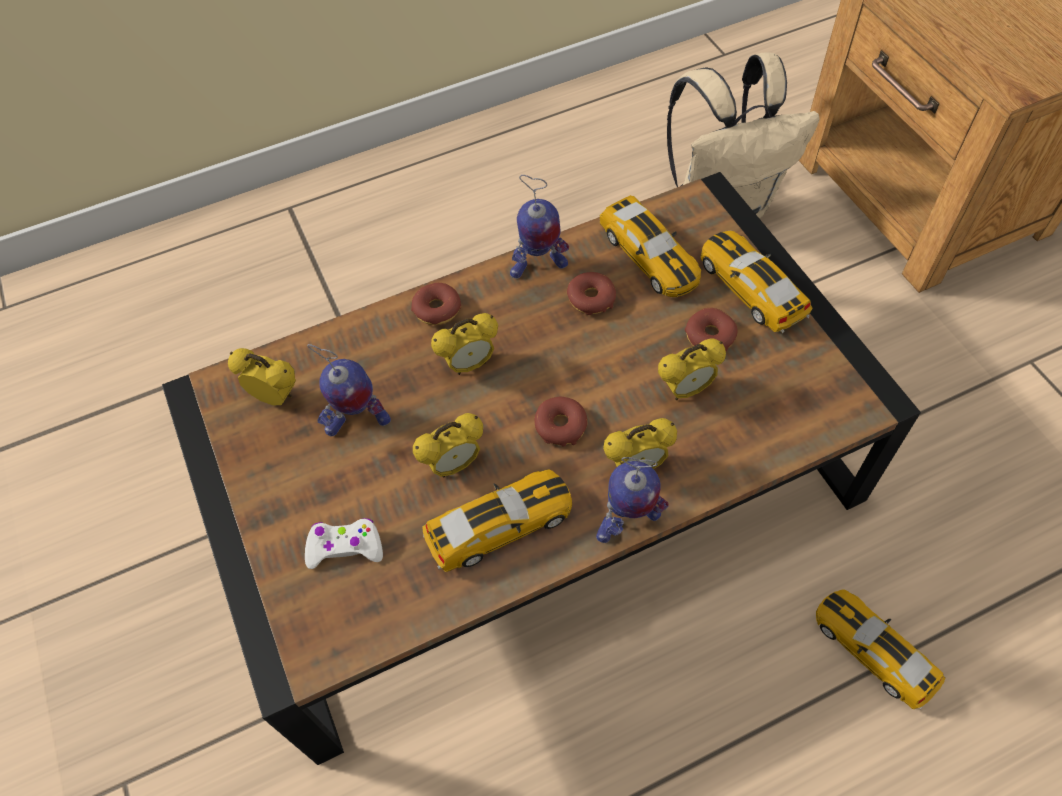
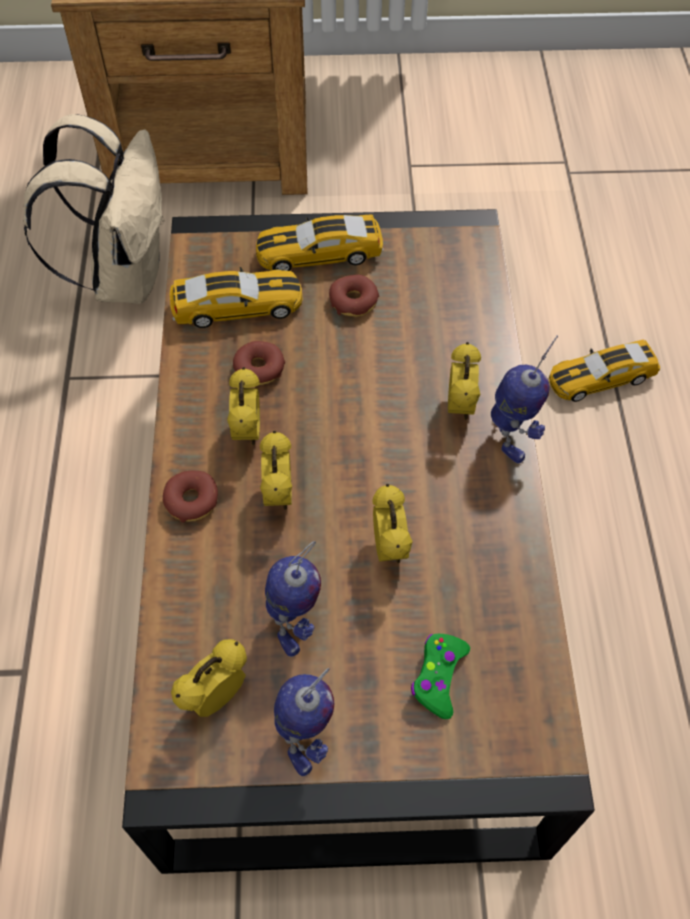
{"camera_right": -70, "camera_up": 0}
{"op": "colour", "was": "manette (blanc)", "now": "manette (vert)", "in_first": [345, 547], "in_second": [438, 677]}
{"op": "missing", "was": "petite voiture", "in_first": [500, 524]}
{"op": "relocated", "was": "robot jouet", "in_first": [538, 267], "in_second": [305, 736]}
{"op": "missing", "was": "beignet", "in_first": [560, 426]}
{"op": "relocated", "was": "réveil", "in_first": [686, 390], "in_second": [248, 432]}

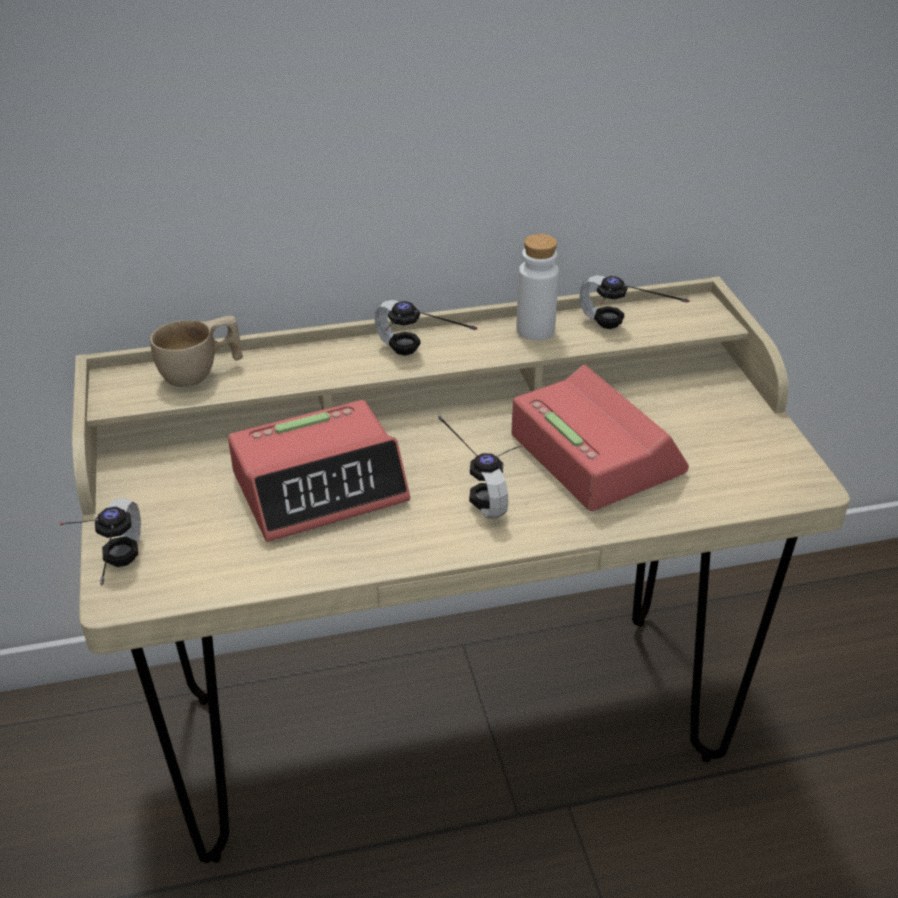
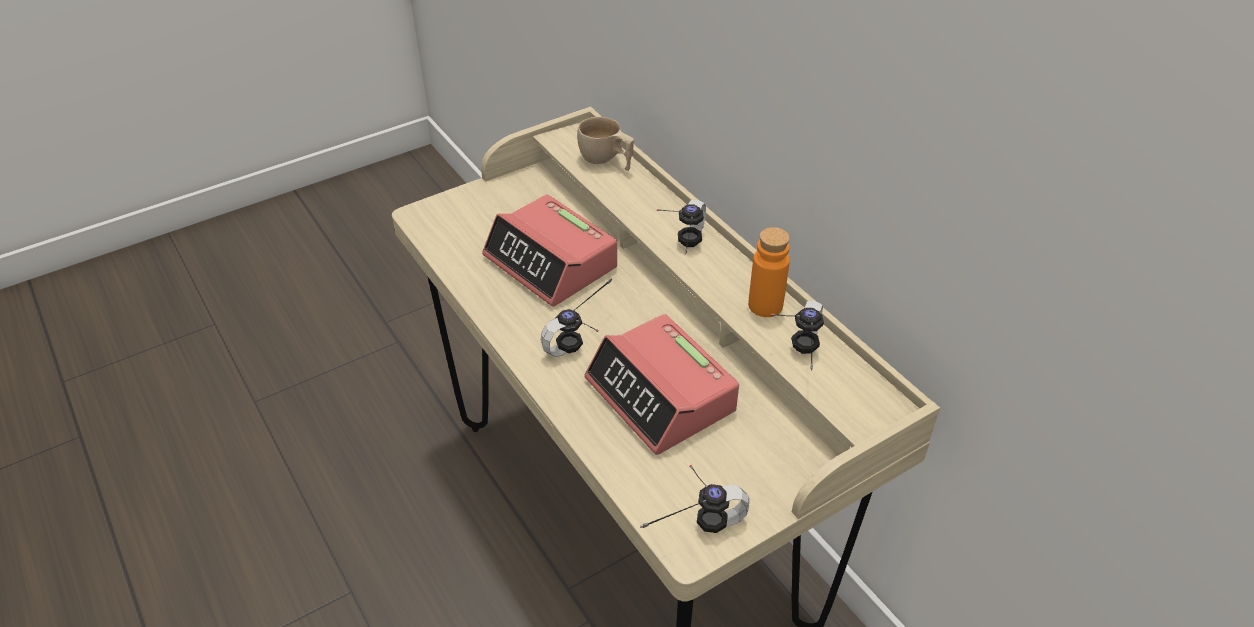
{"camera_right": 70, "camera_up": 5}
{"op": "relocated", "was": "casque audio", "in_first": [103, 575], "in_second": [689, 520]}
{"op": "spun", "was": "réveil", "in_first": [595, 454], "in_second": [661, 396], "clockwise": 105}
{"op": "colour", "was": "bouteille (blanc)", "now": "bouteille (orange)", "in_first": [535, 330], "in_second": [765, 305]}

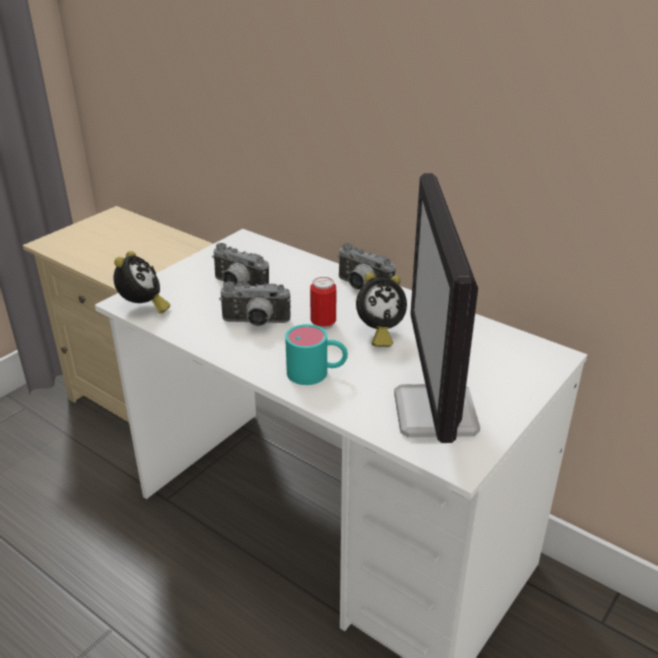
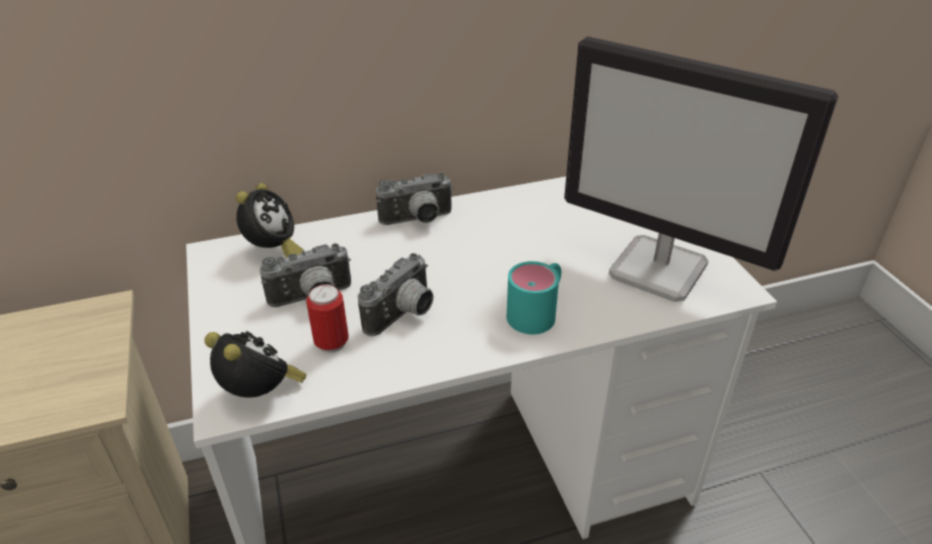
{"camera_right": -55, "camera_up": 5}
{"op": "relocated", "was": "boîte métallique", "in_first": [323, 324], "in_second": [331, 343]}
{"op": "relocated", "was": "réveil", "in_first": [378, 333], "in_second": [273, 251]}

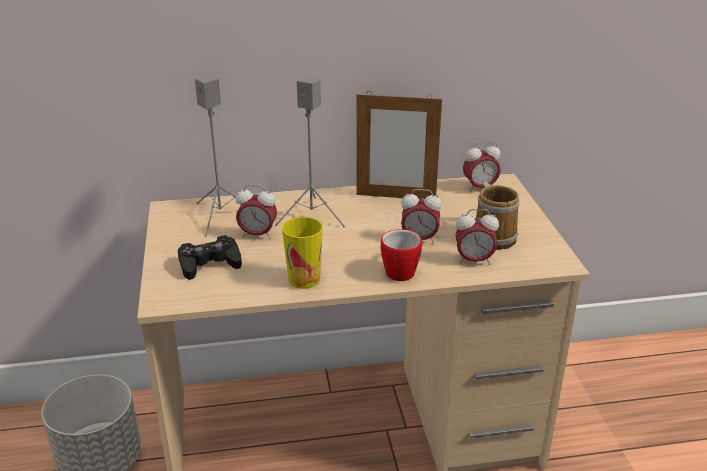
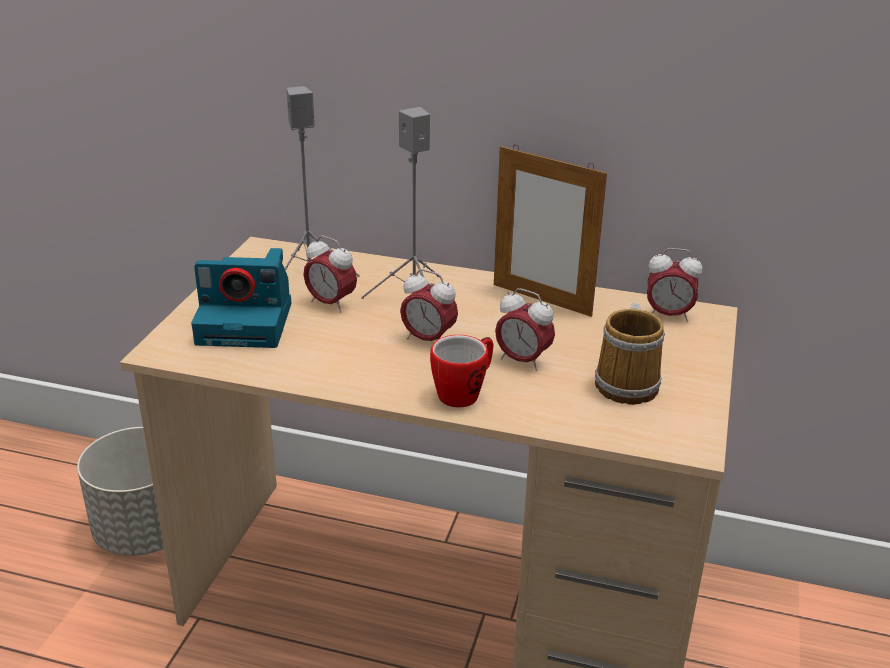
{"camera_right": 25, "camera_up": 0}
{"op": "exchanged", "was": "manette (noir)", "now": "appareil photo", "in_first": [209, 264], "in_second": [247, 323]}
{"op": "missing", "was": "tasse", "in_first": [304, 279]}
{"op": "relocated", "was": "réveil", "in_first": [474, 261], "in_second": [428, 340]}

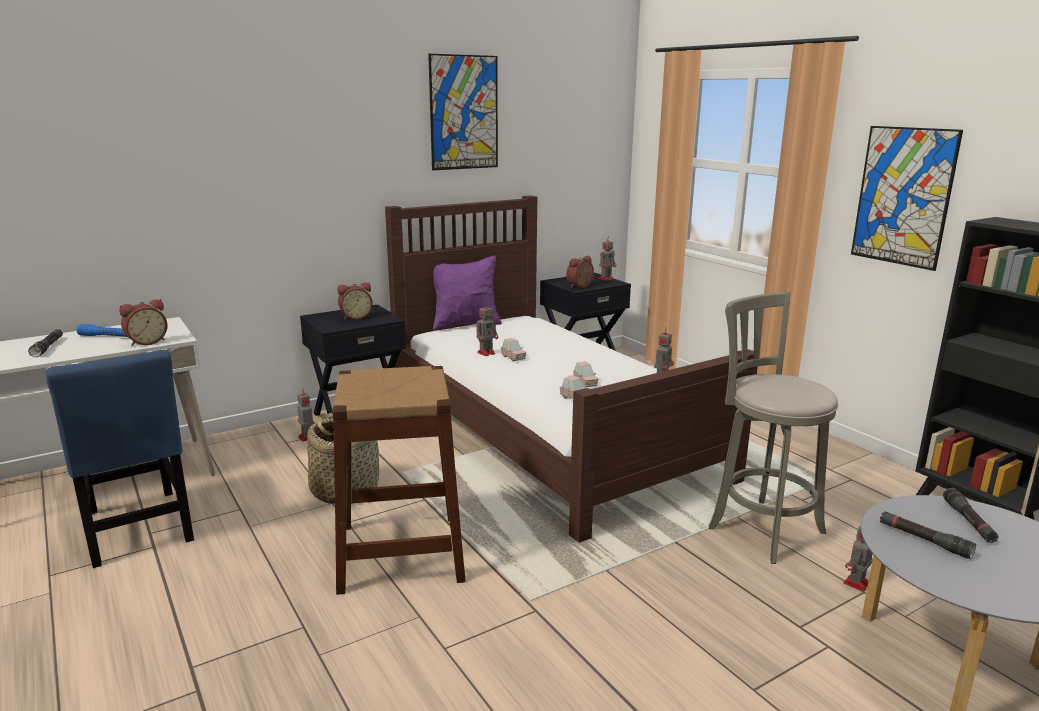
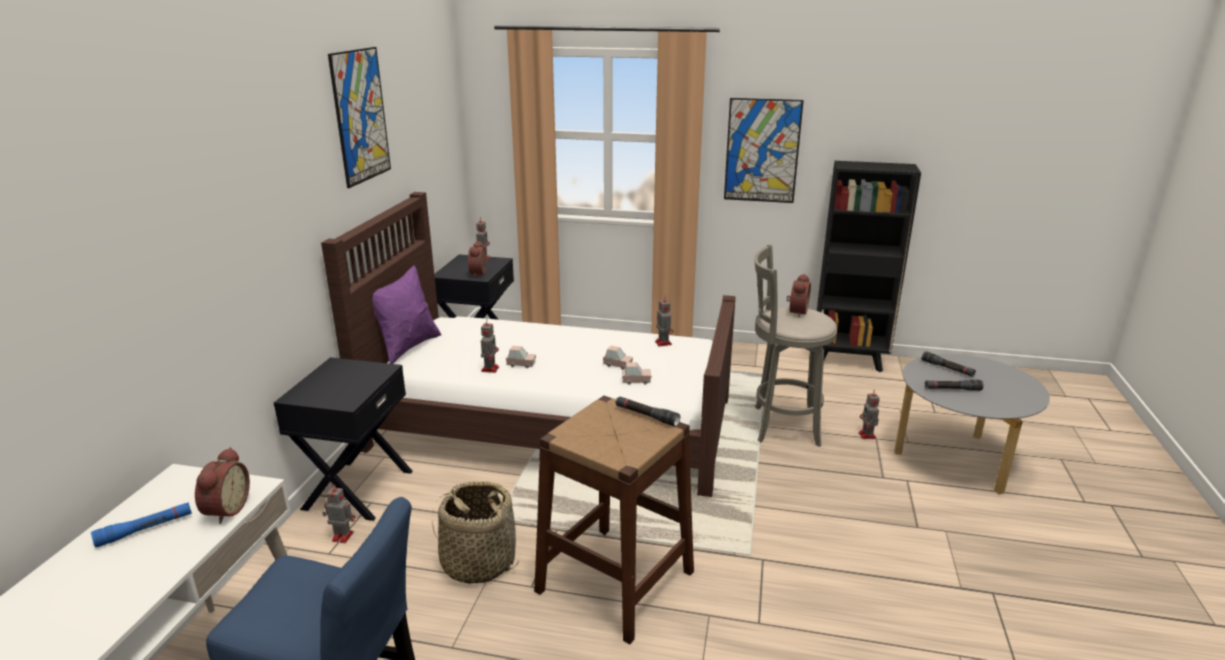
{"camera_right": -45, "camera_up": 5}
{"op": "relocated", "was": "lampe de poche (noir)", "in_first": [48, 347], "in_second": [646, 416]}
{"op": "relocated", "was": "réveil", "in_first": [355, 317], "in_second": [796, 312]}

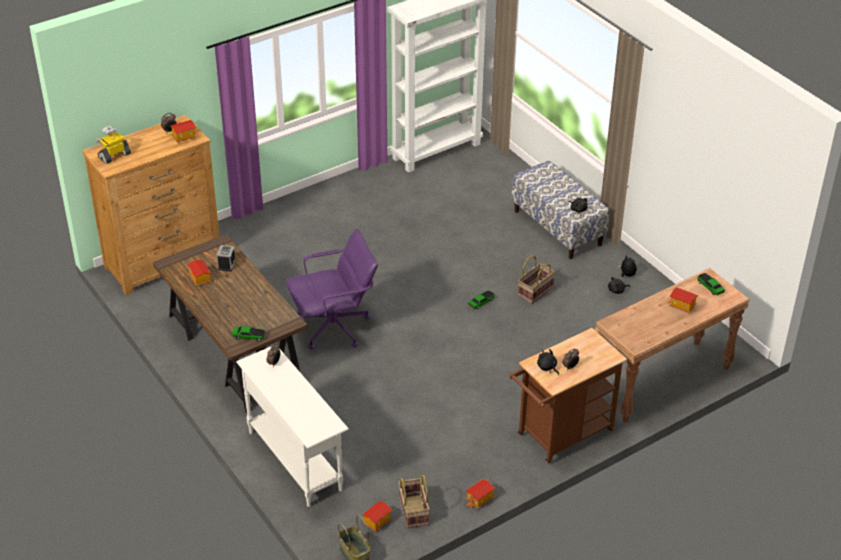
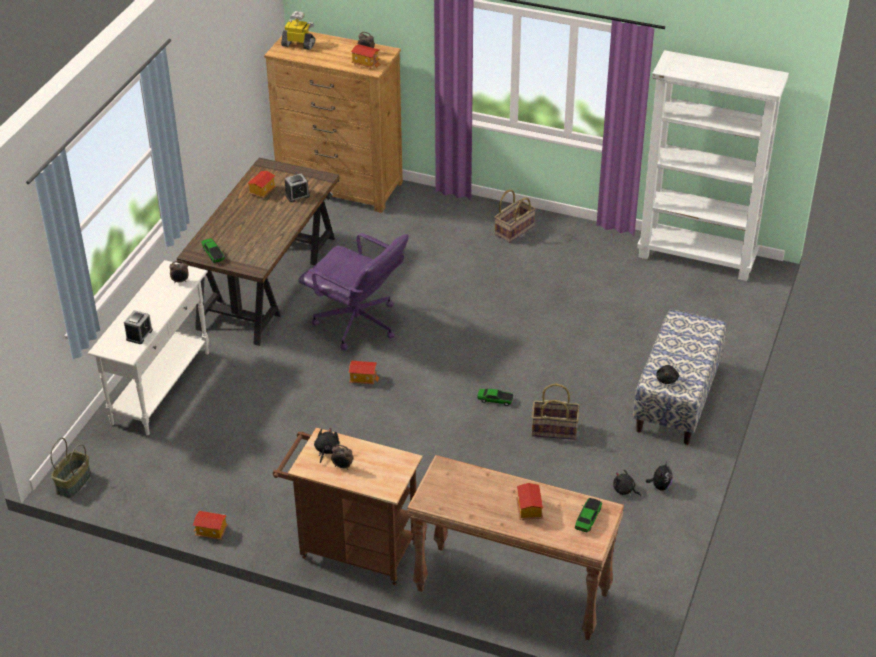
{"camera_right": 55, "camera_up": 0}
{"op": "relocated", "was": "maison miniature", "in_first": [377, 522], "in_second": [363, 378]}
{"op": "relocated", "was": "panier", "in_first": [413, 511], "in_second": [514, 230]}
{"op": "appeared", "now": "réveil", "in_second": [139, 335]}

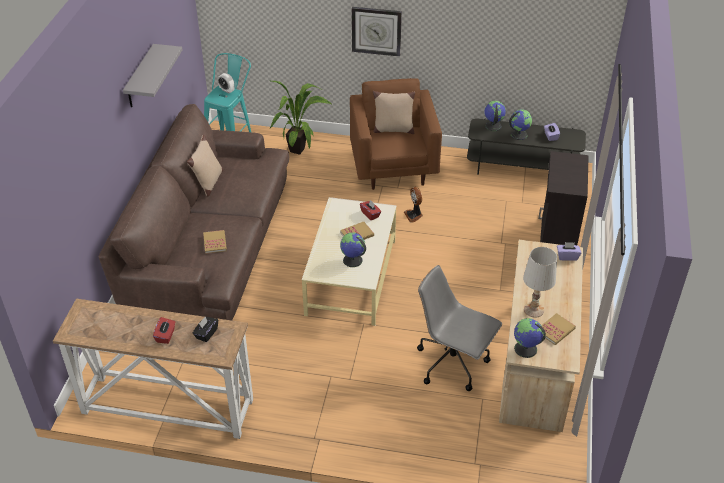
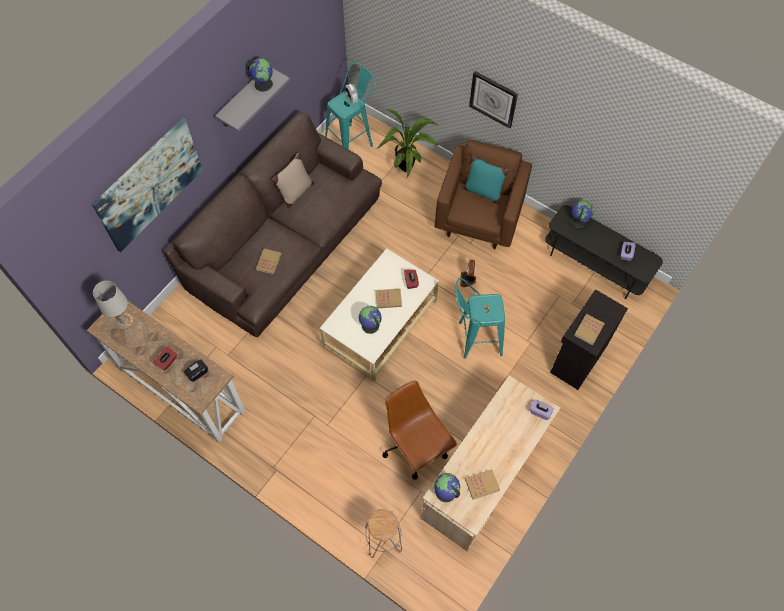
{"camera_right": 25, "camera_up": 20}
{"op": "colour", "was": "coussin (beige)", "now": "coussin (turquoise)", "in_first": [393, 129], "in_second": [483, 191]}
{"op": "colour", "was": "chaise de bureau (gris)", "now": "chaise de bureau (marron)", "in_first": [453, 364], "in_second": [416, 447]}
{"op": "relocated", "was": "globe", "in_first": [518, 134], "in_second": [263, 84]}
{"op": "relocated", "was": "lampe de table (blanc)", "in_first": [533, 310], "in_second": [124, 321]}
{"op": "appeared", "now": "tableau", "in_second": [149, 185]}
{"op": "appeared", "now": "tabouret (gris)", "in_second": [383, 539]}
{"op": "appeared", "now": "tabouret (turquoise)", "in_second": [474, 339]}
{"op": "appeared", "now": "livre", "in_second": [589, 330]}

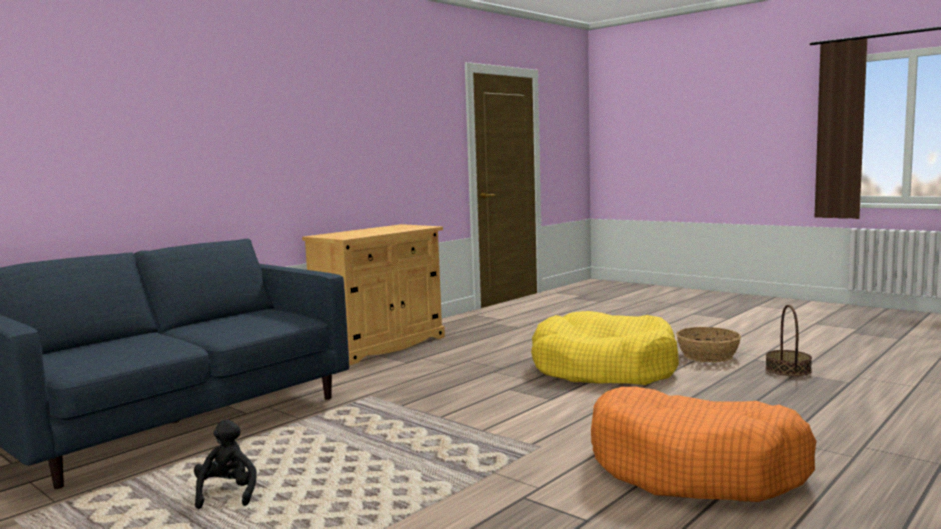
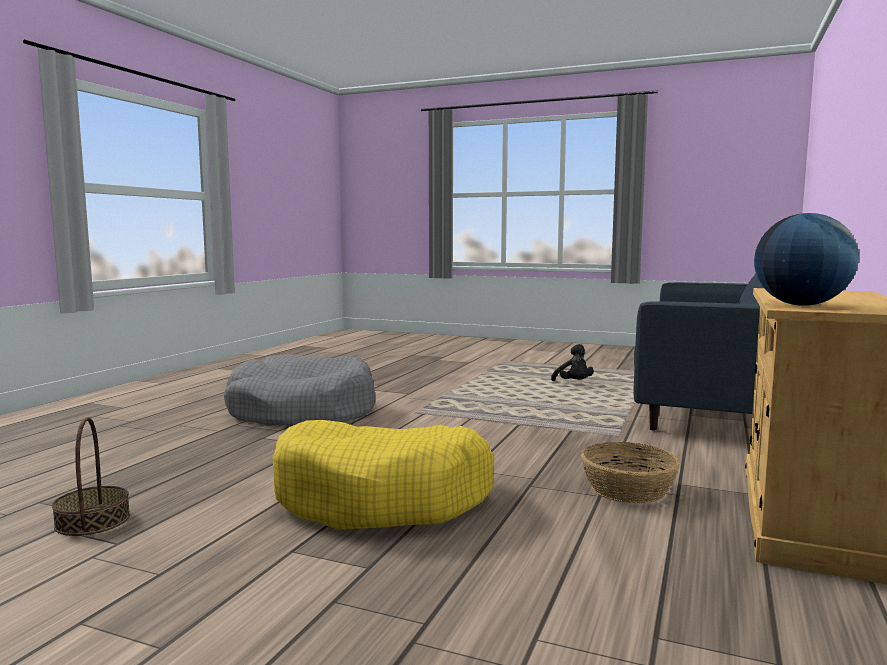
{"camera_right": 160, "camera_up": 0}
{"op": "colour", "was": "panier pour chien (orange)", "now": "panier pour chien (gris)", "in_first": [695, 468], "in_second": [302, 411]}
{"op": "relocated", "was": "panier", "in_first": [707, 356], "in_second": [628, 490]}
{"op": "appeared", "now": "globe", "in_second": [801, 305]}

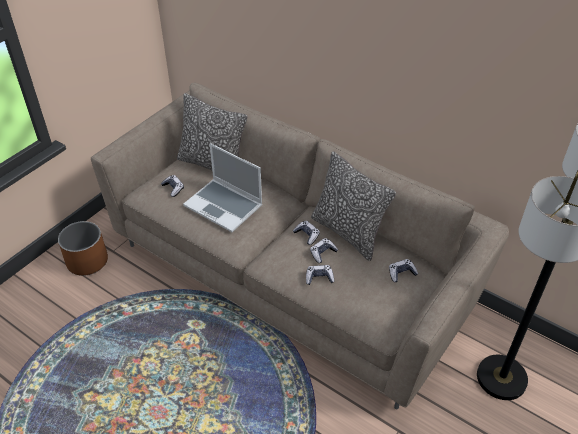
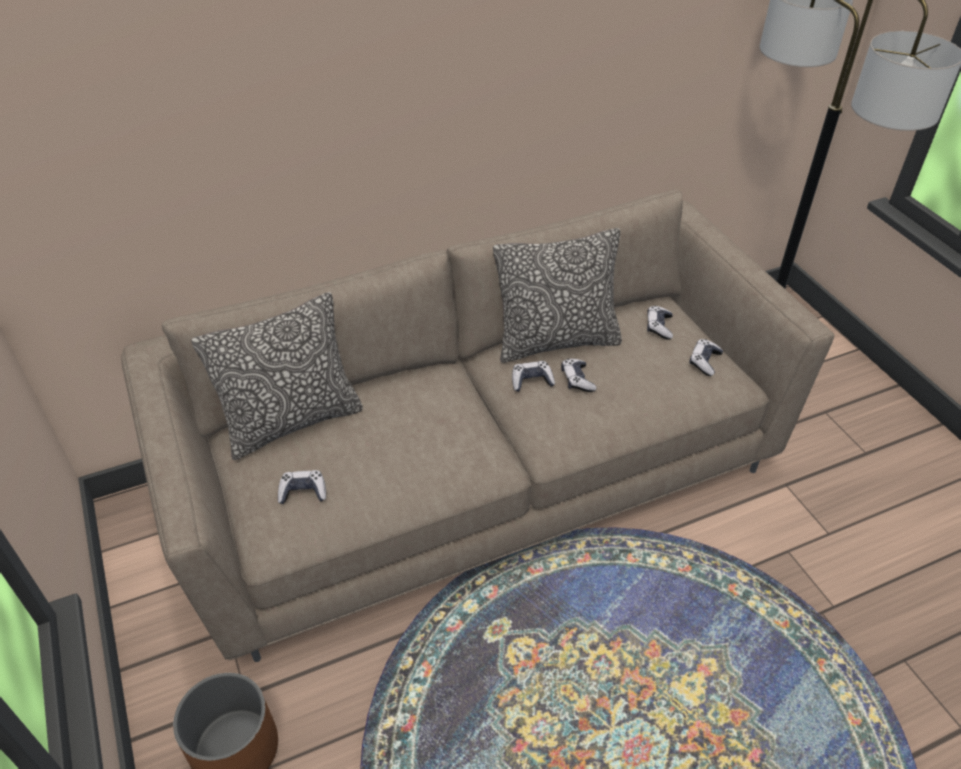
{"camera_right": -60, "camera_up": 0}
{"op": "missing", "was": "ordinateur portable", "in_first": [224, 206]}
{"op": "relocated", "was": "manette", "in_first": [319, 278], "in_second": [704, 361]}

